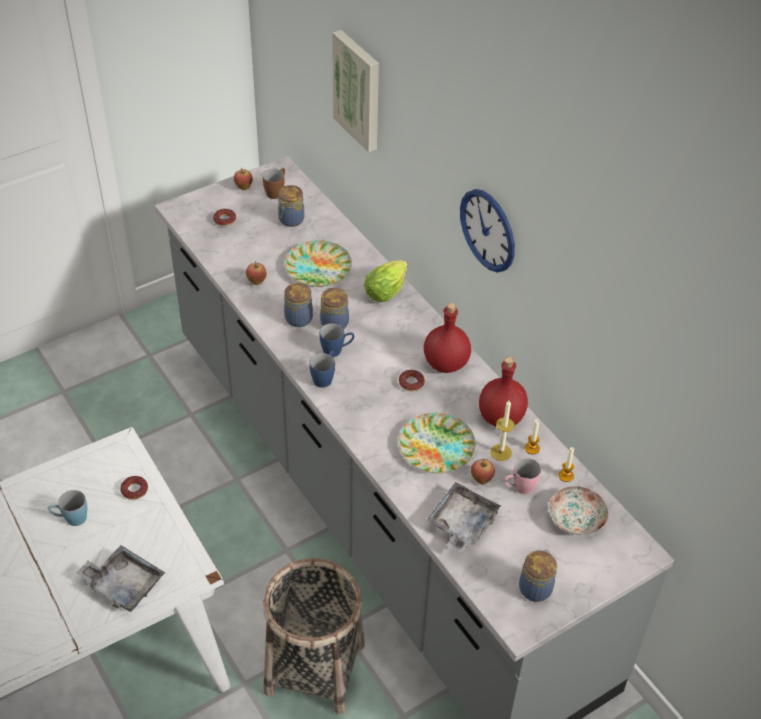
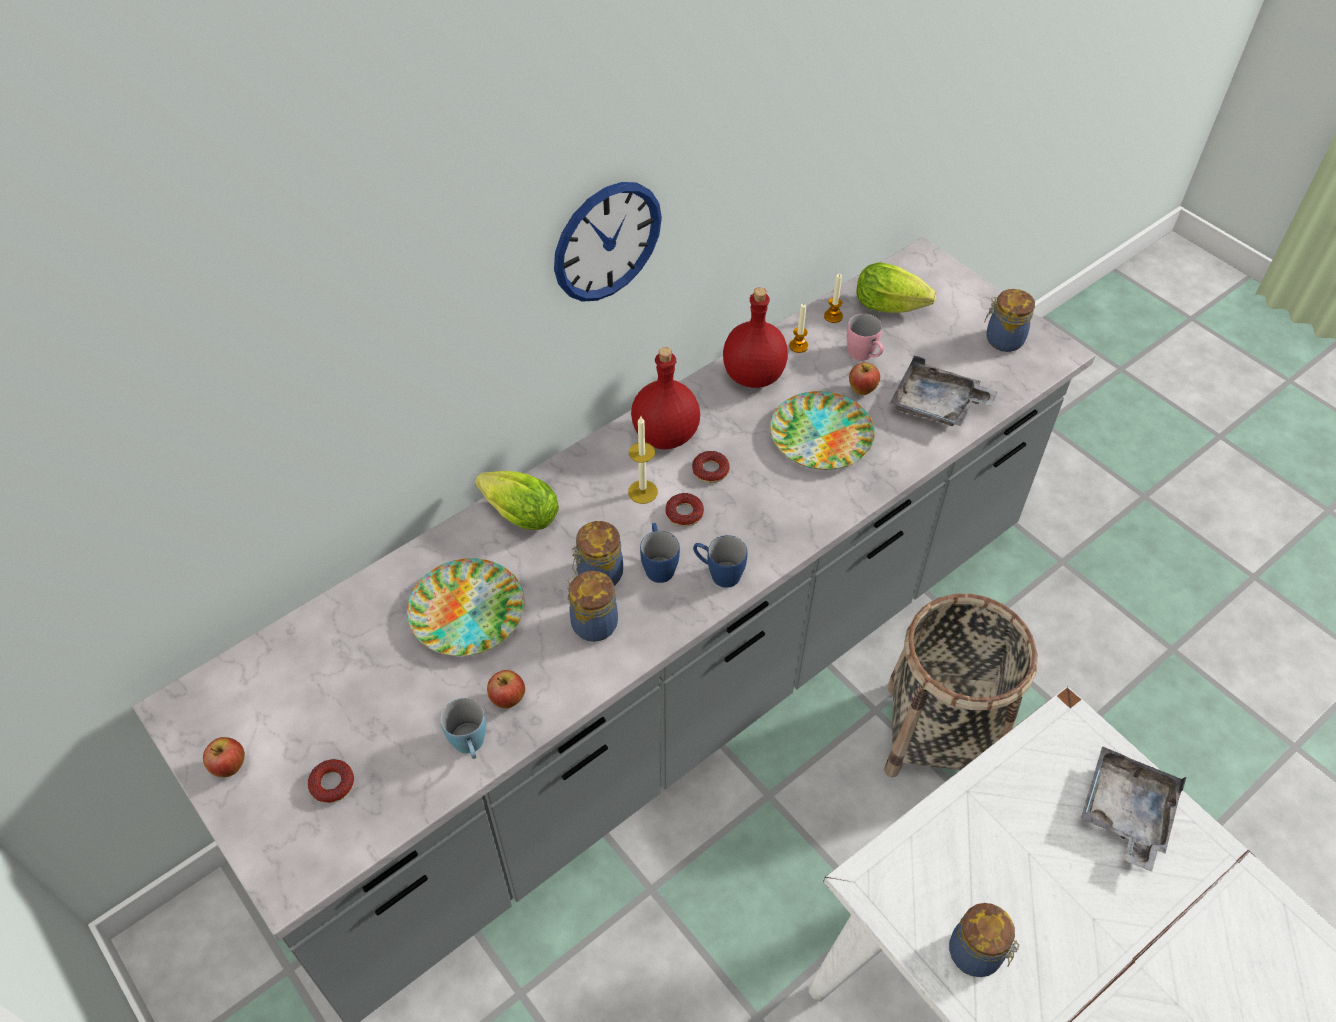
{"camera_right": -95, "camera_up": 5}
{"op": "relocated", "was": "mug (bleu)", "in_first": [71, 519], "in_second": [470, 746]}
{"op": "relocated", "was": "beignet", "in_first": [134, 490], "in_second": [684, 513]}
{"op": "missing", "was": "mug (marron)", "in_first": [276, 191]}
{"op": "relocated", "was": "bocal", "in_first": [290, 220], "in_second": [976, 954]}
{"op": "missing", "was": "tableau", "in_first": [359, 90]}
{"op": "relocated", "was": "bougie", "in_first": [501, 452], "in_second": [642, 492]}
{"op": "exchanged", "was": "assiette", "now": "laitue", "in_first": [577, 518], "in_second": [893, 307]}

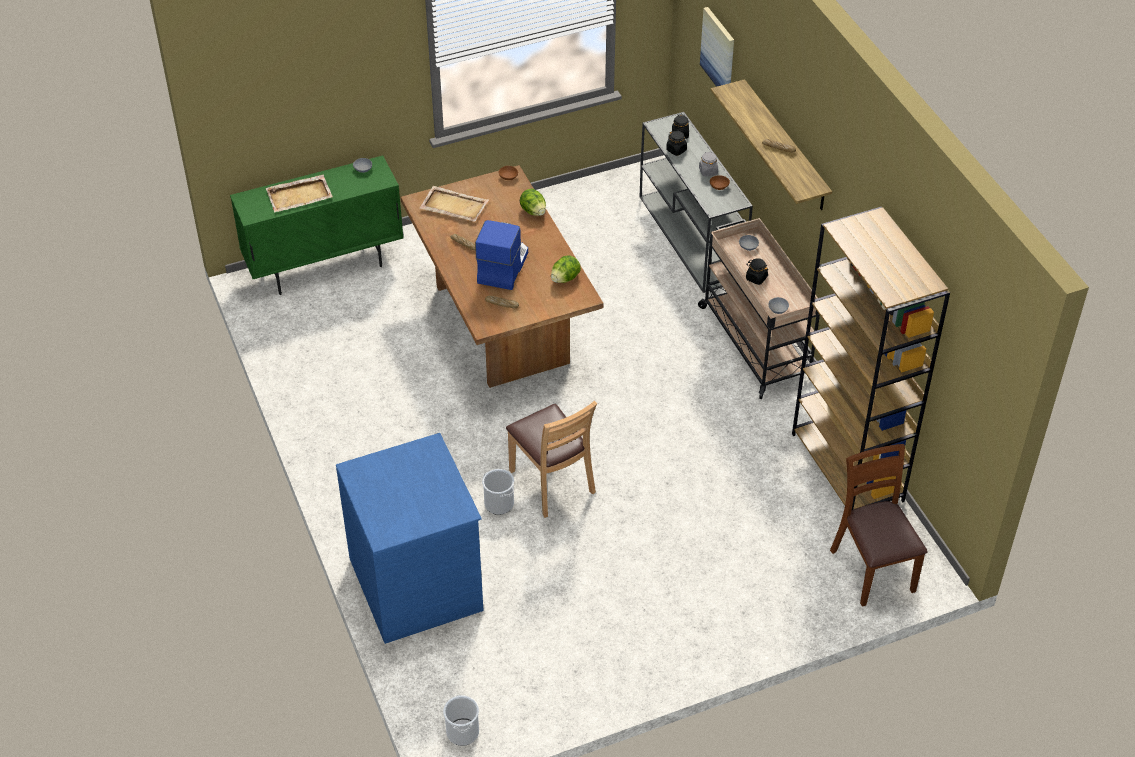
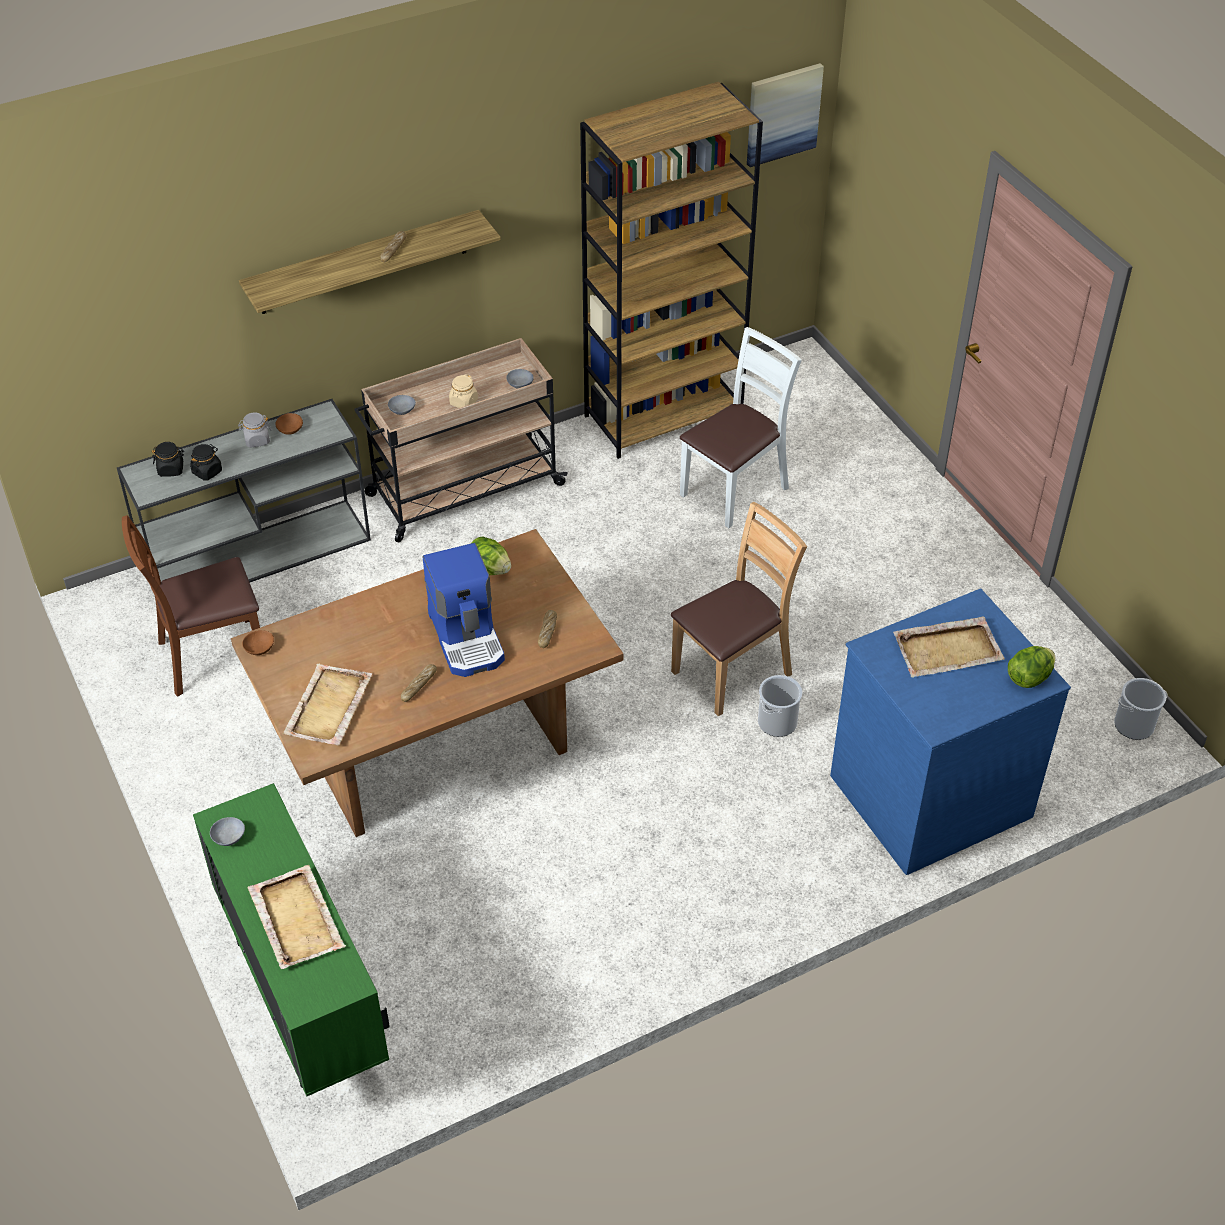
{"camera_right": -95, "camera_up": 0}
{"op": "spun", "was": "machine à café", "in_first": [502, 267], "in_second": [468, 638], "clockwise": -120}
{"op": "relocated", "was": "laitue", "in_first": [533, 211], "in_second": [1029, 678]}
{"op": "relocated", "was": "tableau", "in_first": [718, 52], "in_second": [783, 114]}
{"op": "colour", "was": "bocal (noir)", "now": "bocal (beige)", "in_first": [756, 278], "in_second": [463, 402]}
{"op": "relocated", "was": "chaise (marron)", "in_first": [872, 569], "in_second": [211, 656]}
{"op": "appeared", "now": "chaise (blanc)", "in_second": [734, 490]}
{"op": "appeared", "now": "plateau (beige)", "in_second": [948, 649]}

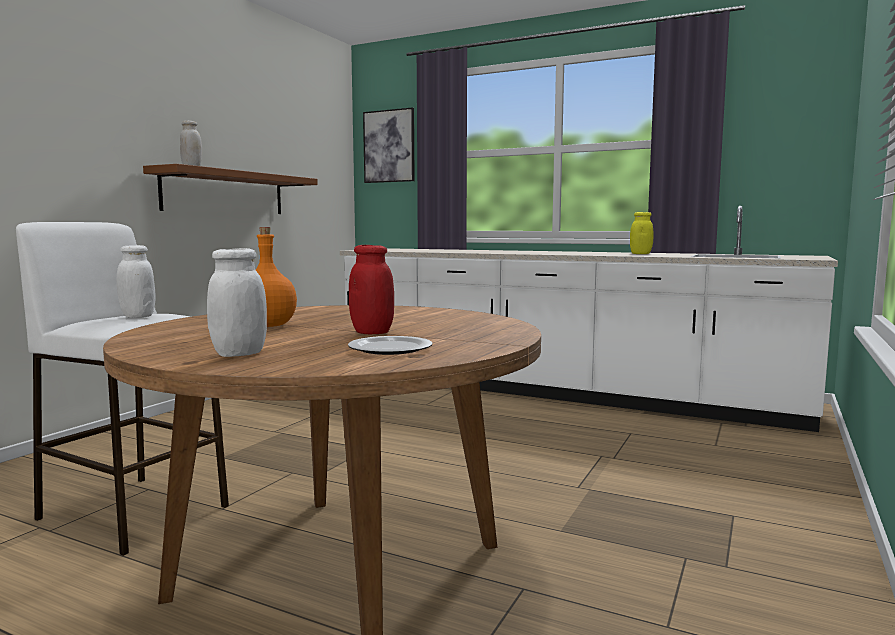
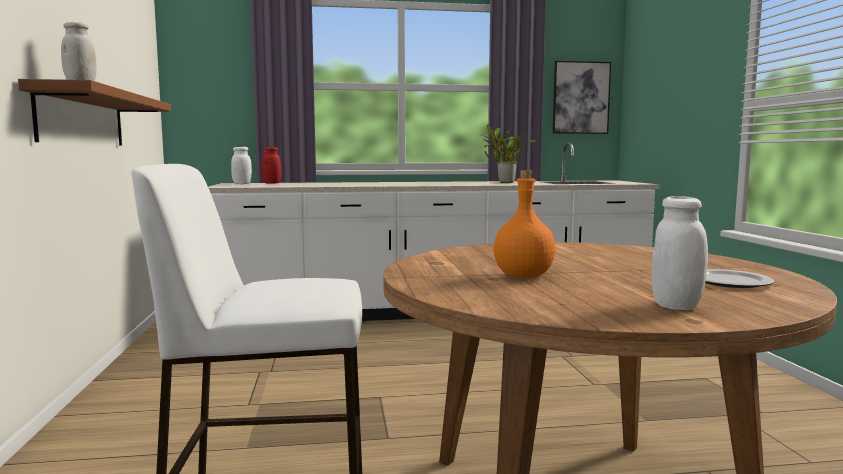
{"camera_right": -35, "camera_up": 0}
{"op": "relocated", "was": "bocal (blanc)", "in_first": [138, 316], "in_second": [242, 184]}
{"op": "relocated", "was": "bocal (rouge)", "in_first": [372, 332], "in_second": [271, 183]}
{"op": "relocated", "was": "tableau", "in_first": [389, 146], "in_second": [581, 98]}
{"op": "exchanged", "was": "bocal (jaune)", "now": "plante en pot", "in_first": [640, 254], "in_second": [504, 182]}

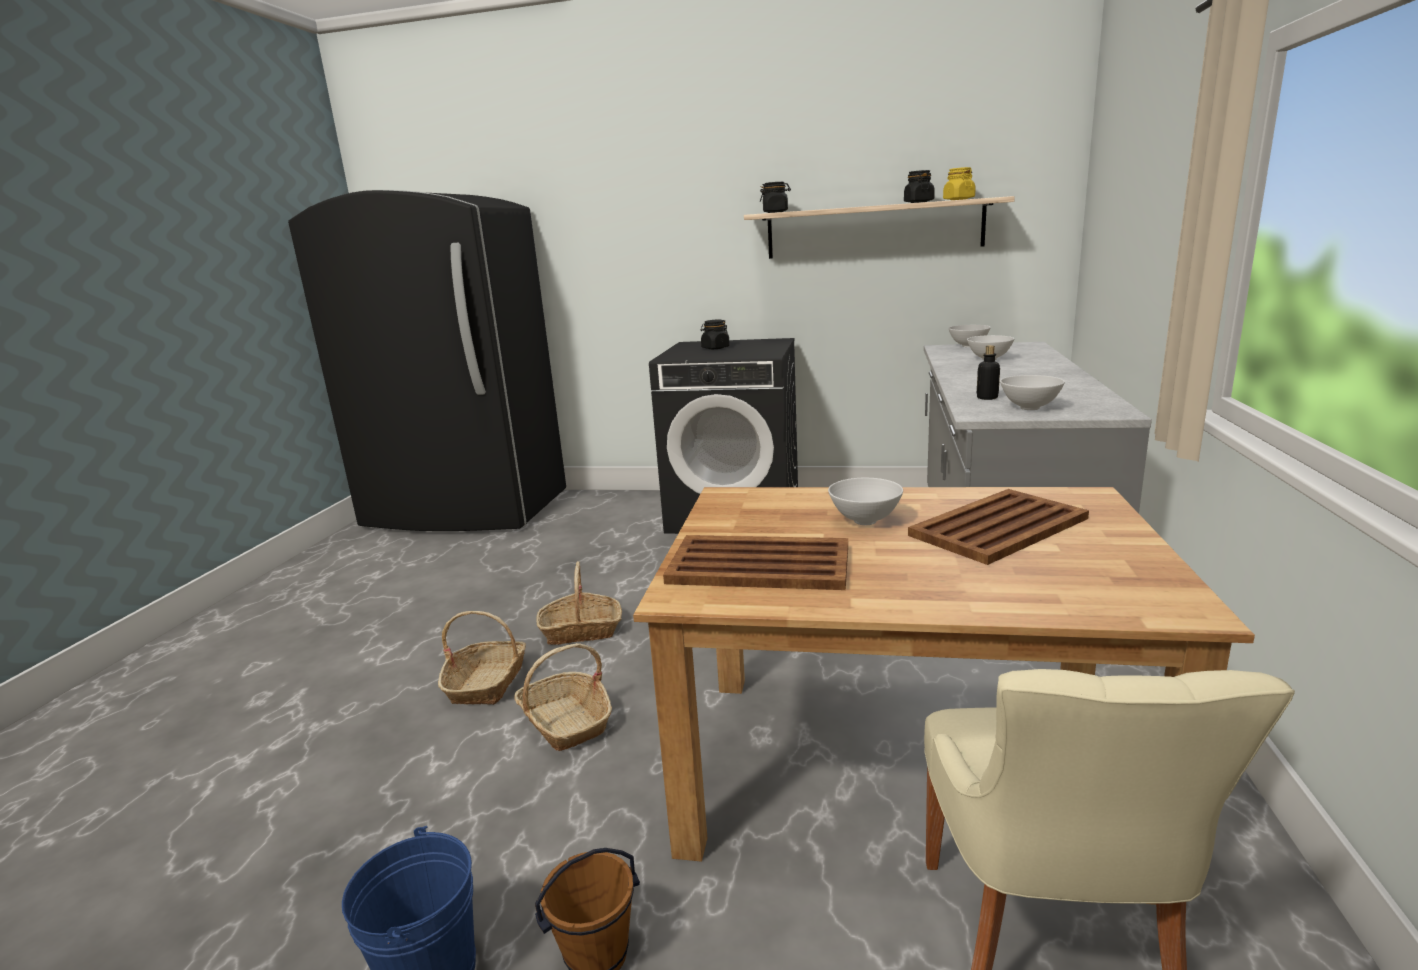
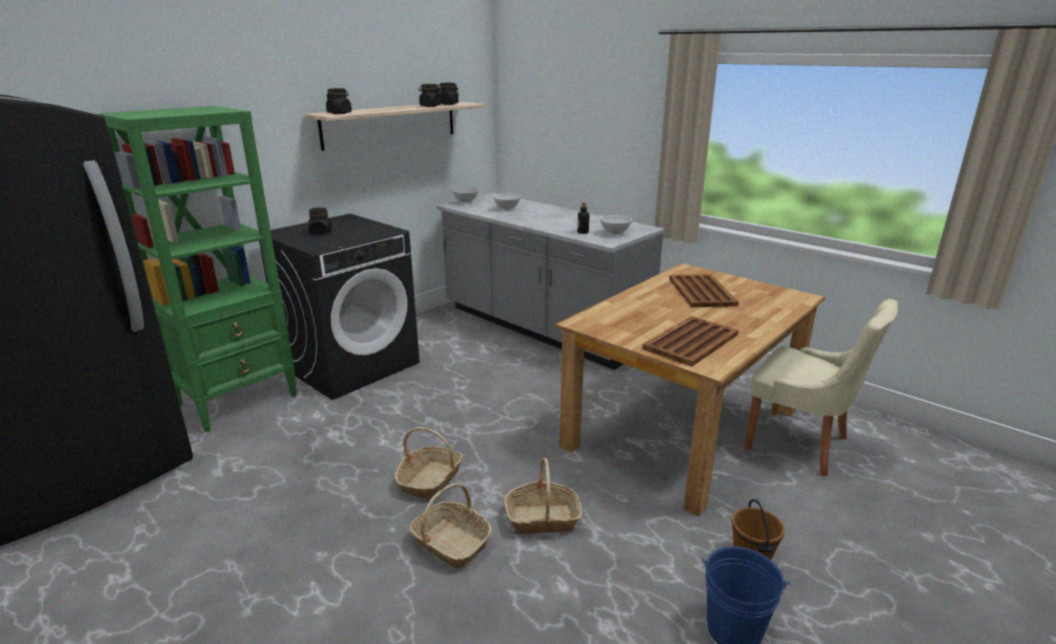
{"camera_right": -60, "camera_up": 5}
{"op": "missing", "was": "bol (blanc)", "in_first": [865, 521]}
{"op": "colour", "was": "bocal (jaune)", "now": "bocal (noir)", "in_first": [958, 199], "in_second": [448, 104]}
{"op": "appeared", "now": "bibliothèque (vert)", "in_second": [239, 400]}

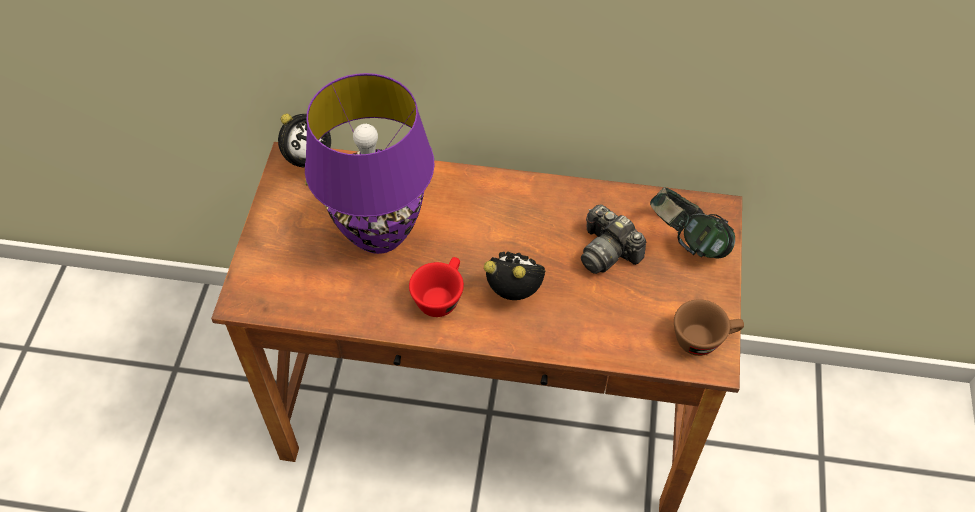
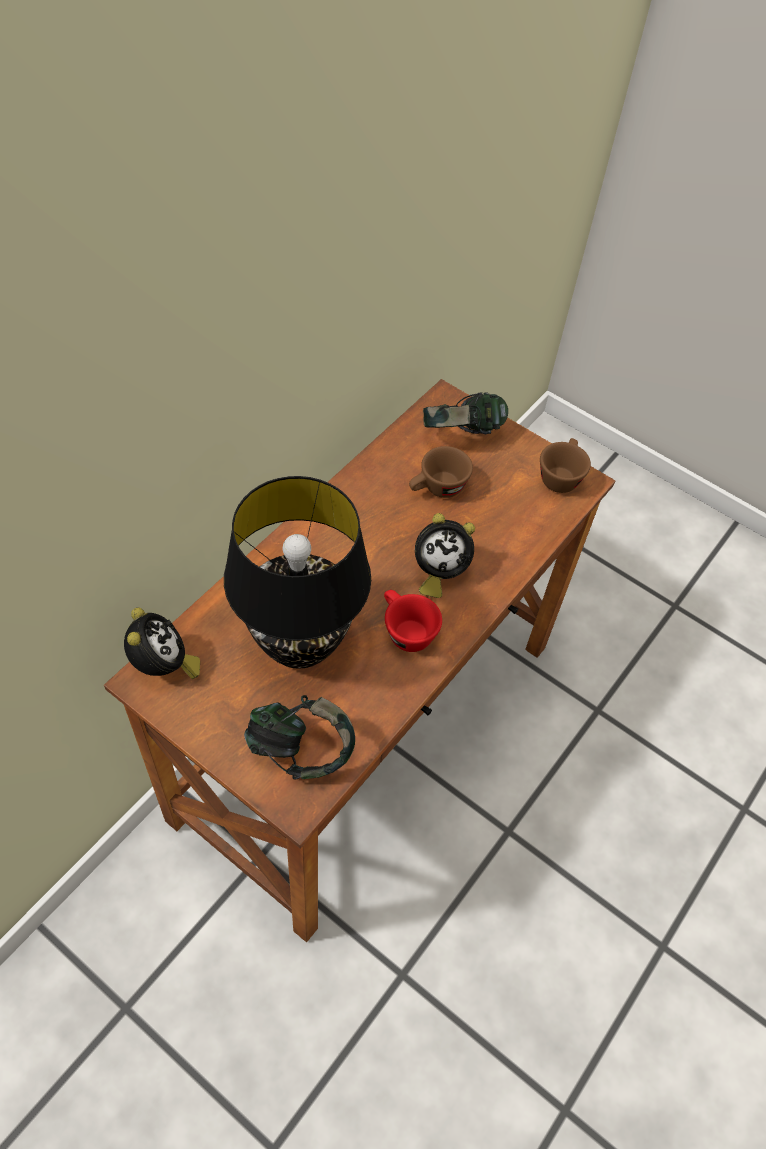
{"camera_right": -65, "camera_up": 0}
{"op": "colour", "was": "lampe de table (violet)", "now": "lampe de table (noir)", "in_first": [380, 233], "in_second": [298, 644]}
{"op": "spun", "was": "réveil", "in_first": [516, 292], "in_second": [437, 572], "clockwise": -135}
{"op": "exchanged", "was": "appareil photo", "now": "tasse (marron)", "in_first": [607, 251], "in_second": [437, 489]}
{"op": "appeared", "now": "casque audio", "in_second": [300, 751]}

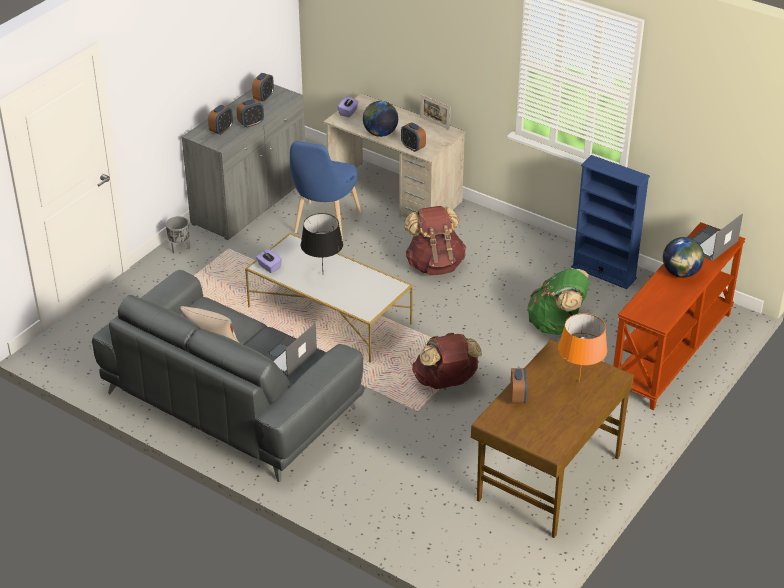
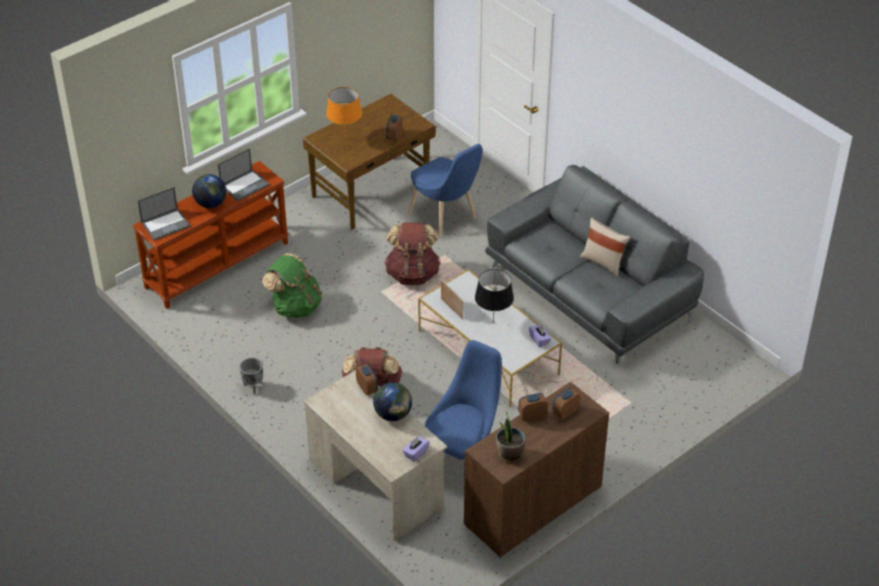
{"camera_right": -165, "camera_up": 5}
{"op": "relocated", "was": "cache-pot (gris)", "in_first": [180, 248], "in_second": [253, 387]}
{"op": "colour", "was": "meuble de rangement (gris)", "now": "meuble de rangement (marron)", "in_first": [250, 202], "in_second": [533, 506]}
{"op": "exchanged", "was": "réveil", "now": "plante en pot", "in_first": [263, 97], "in_second": [510, 454]}
{"op": "relocated", "was": "ordinateur portable", "in_first": [287, 357], "in_second": [245, 185]}
{"op": "relocated", "was": "cadre photo", "in_first": [434, 123], "in_second": [452, 309]}
{"op": "missing", "was": "bibliothèque (bleu)", "in_first": [603, 272]}
{"op": "appeared", "now": "chaise (bleu)", "in_second": [446, 218]}

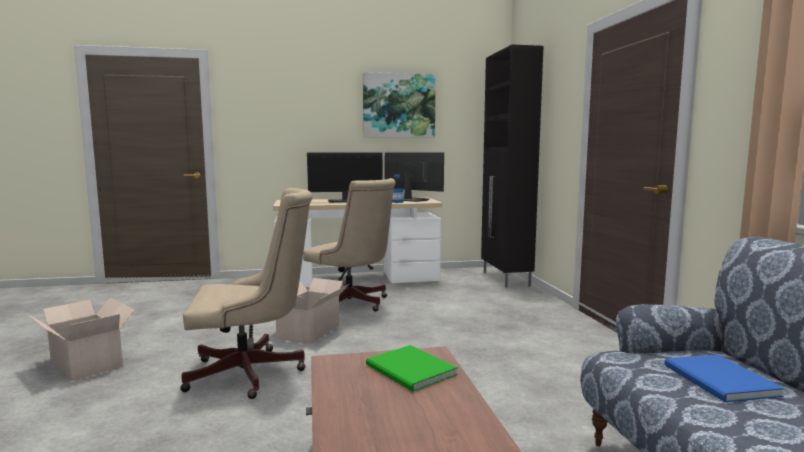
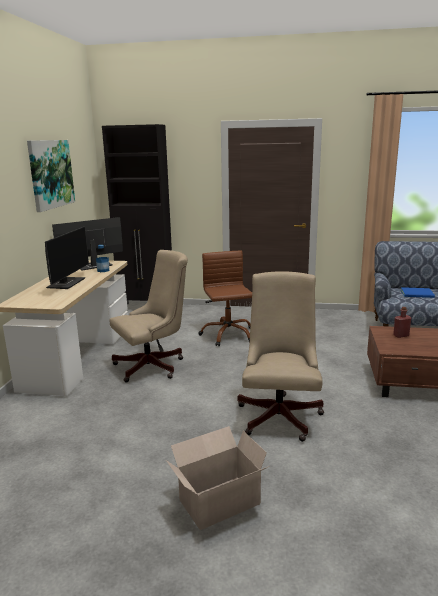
{"camera_right": -70, "camera_up": 10}
{"op": "missing", "was": "carton", "in_first": [310, 331]}
{"op": "exchanged", "was": "livre (vert)", "now": "bouteille (rouge)", "in_first": [410, 371], "in_second": [401, 335]}
{"op": "appeared", "now": "chaise de bureau (marron)", "in_second": [227, 335]}

